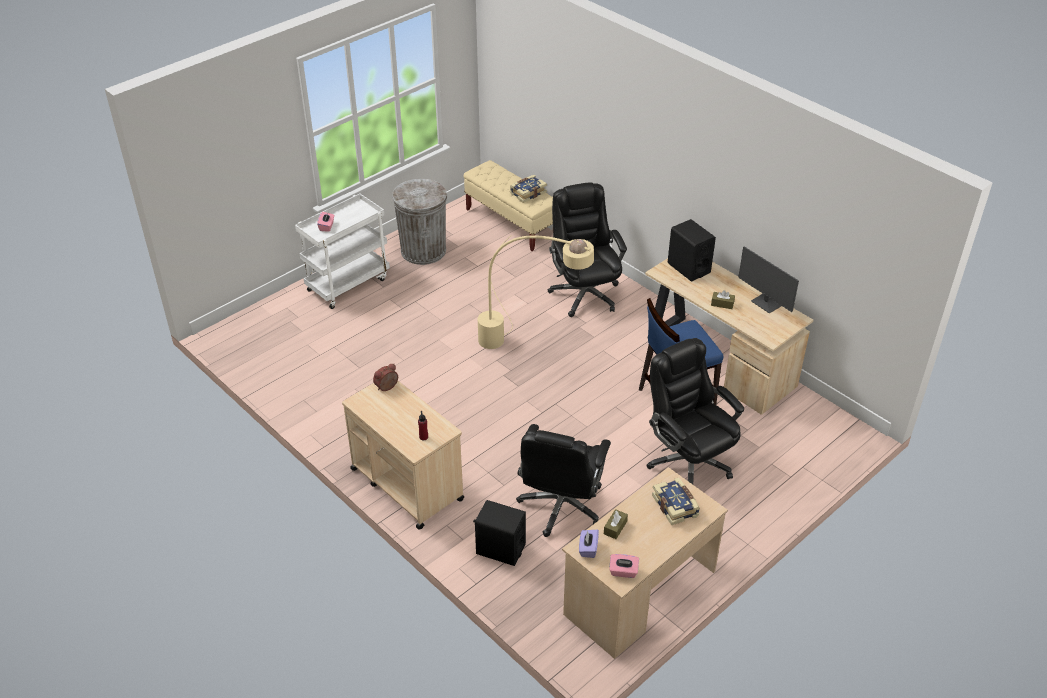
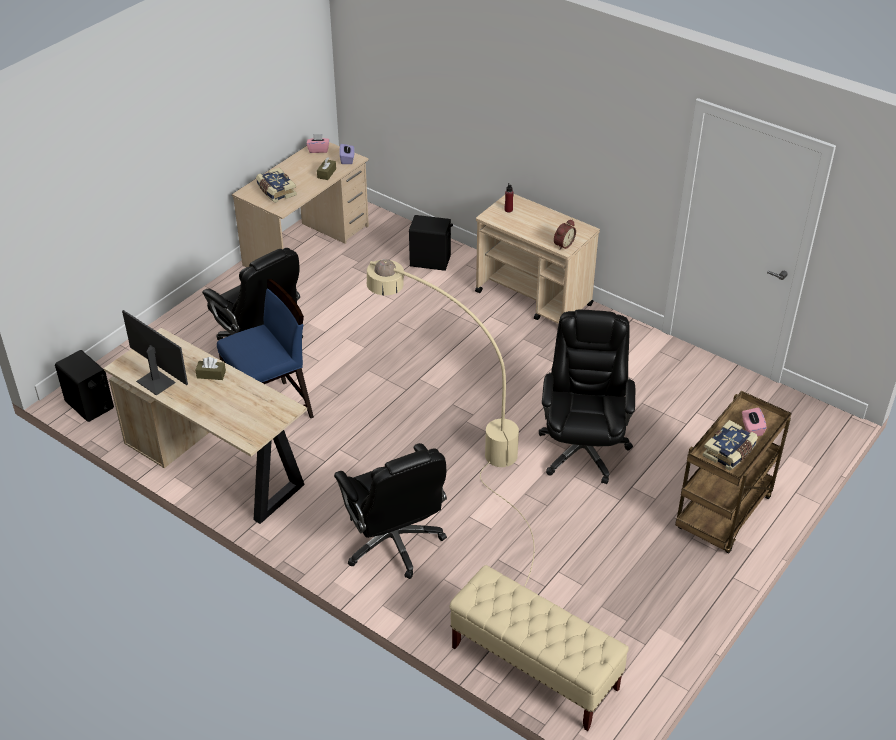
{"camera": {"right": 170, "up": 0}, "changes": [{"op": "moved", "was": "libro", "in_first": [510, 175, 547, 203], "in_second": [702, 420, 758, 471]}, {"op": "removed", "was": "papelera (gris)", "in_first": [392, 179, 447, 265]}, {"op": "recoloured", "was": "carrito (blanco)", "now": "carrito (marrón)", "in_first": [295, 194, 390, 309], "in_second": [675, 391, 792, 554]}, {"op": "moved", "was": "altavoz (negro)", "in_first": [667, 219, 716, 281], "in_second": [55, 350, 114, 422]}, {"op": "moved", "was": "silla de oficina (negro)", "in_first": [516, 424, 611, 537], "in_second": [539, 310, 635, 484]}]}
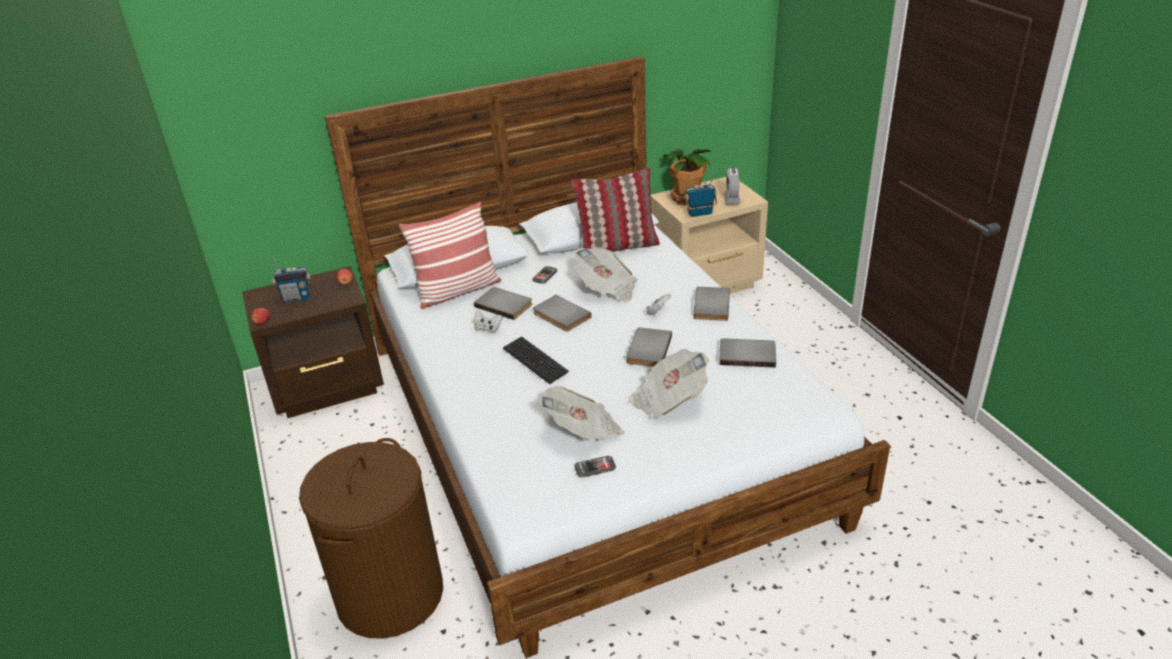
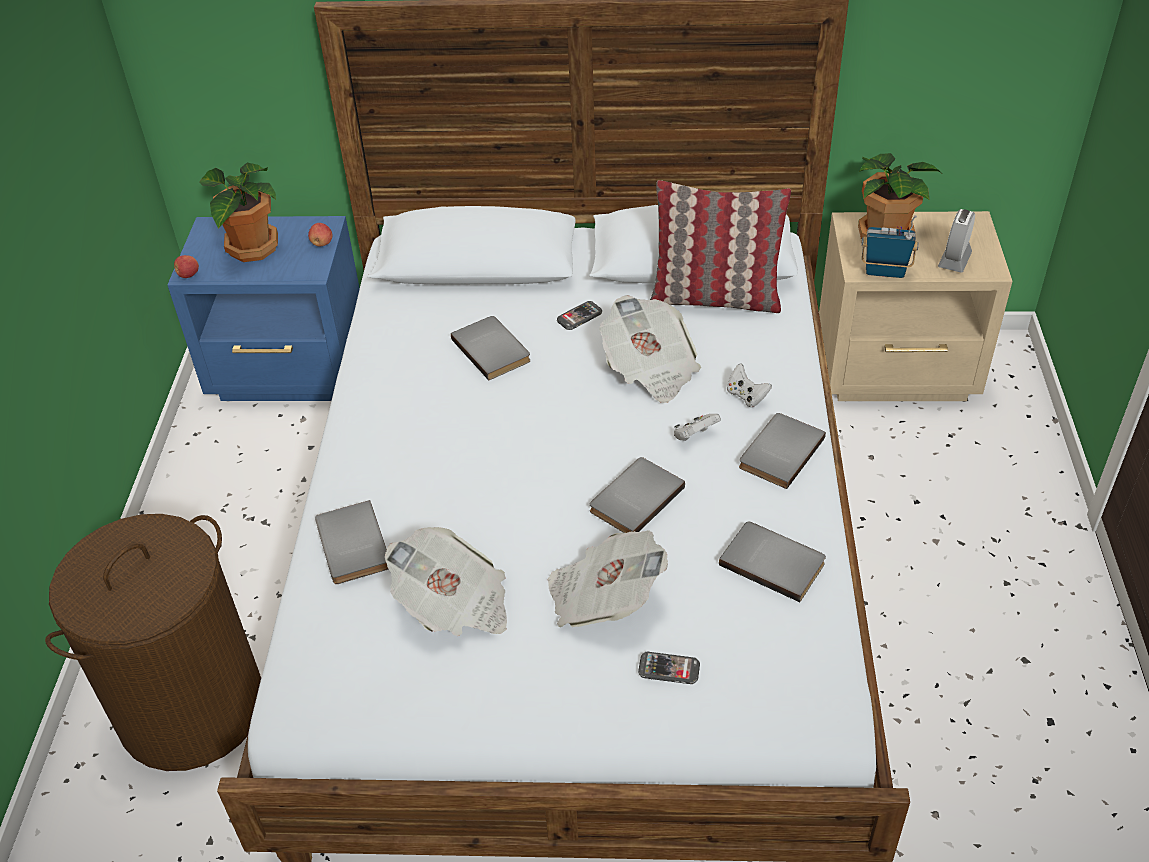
{"camera": {"right": 25, "up": 10}, "changes": [{"op": "removed", "was": "cojín", "in_first": [399, 202, 501, 309]}, {"op": "replaced", "was": "radio", "now": "planta en maceta", "in_first": [271, 256, 312, 303], "in_second": [199, 163, 278, 262]}, {"op": "recoloured", "was": "mesita de noche (marrón)", "now": "mesita de noche (azul)", "in_first": [242, 266, 384, 418], "in_second": [168, 216, 360, 401]}, {"op": "moved", "was": "libro (gris)", "in_first": [533, 295, 591, 331], "in_second": [315, 500, 389, 584]}, {"op": "moved", "was": "mando de consola (blanco)", "in_first": [474, 310, 503, 333], "in_second": [727, 363, 772, 407]}, {"op": "removed", "was": "teclado", "in_first": [503, 336, 569, 384]}, {"op": "moved", "was": "móvil", "in_first": [575, 456, 616, 478], "in_second": [638, 652, 700, 684]}]}
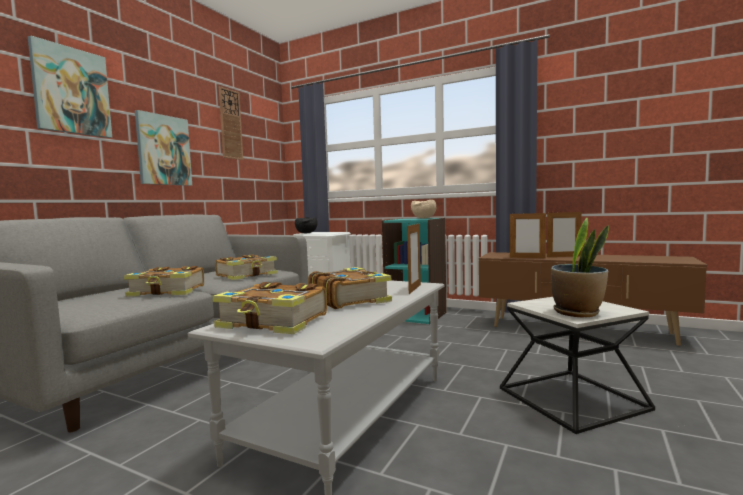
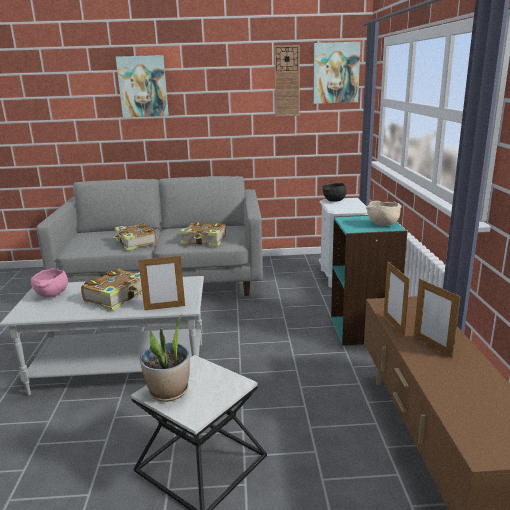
{"camera": {"right": 60, "up": 15}, "changes": [{"op": "moved", "was": "cuadro", "in_first": [135, 110, 192, 186], "in_second": [313, 42, 361, 104]}, {"op": "replaced", "was": "libro", "now": "cuenco (rosa)", "in_first": [212, 282, 327, 334], "in_second": [31, 268, 68, 298]}]}
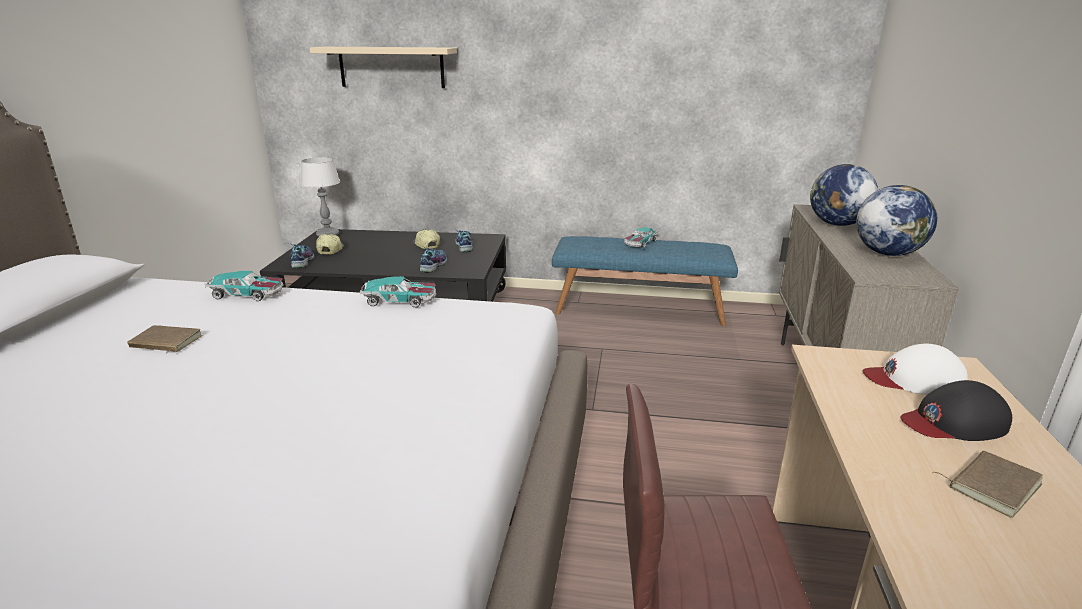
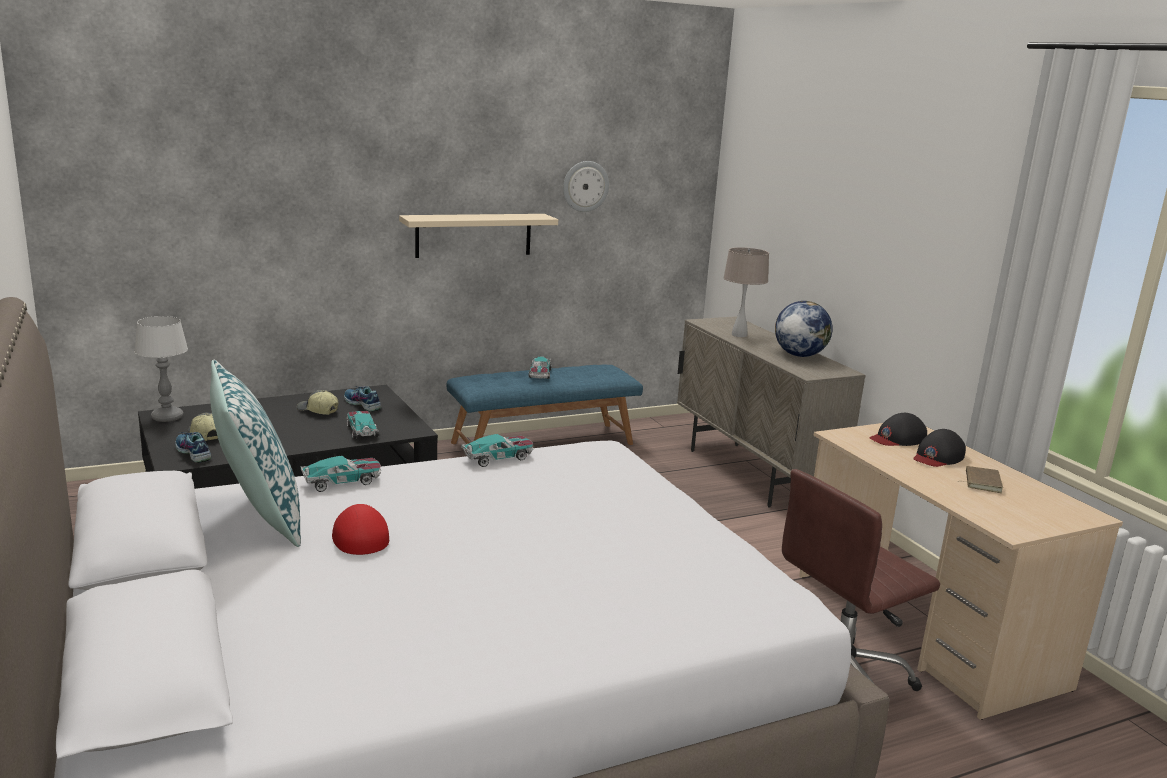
{"camera": {"right": -35, "up": -5}, "changes": [{"op": "moved", "was": "estante (beis)", "in_first": [310, 47, 457, 88], "in_second": [399, 214, 558, 258]}, {"op": "replaced", "was": "globo terráqueo", "now": "lámpara de mesa (beis)", "in_first": [810, 164, 878, 226], "in_second": [723, 247, 769, 337]}, {"op": "replaced", "was": "zapato", "now": "coche de juguete", "in_first": [420, 246, 447, 273], "in_second": [347, 411, 379, 439]}, {"op": "replaced", "was": "libro (marrón)", "now": "gorra (rojo)", "in_first": [127, 325, 202, 353], "in_second": [332, 504, 389, 555]}, {"op": "recoloured", "was": "gorra (blanco)", "now": "gorra (negro)", "in_first": [863, 344, 968, 395], "in_second": [869, 413, 927, 446]}, {"op": "added", "now": "reloj de pared", "in_second": [563, 161, 609, 212]}, {"op": "added", "now": "cojín", "in_second": [210, 360, 301, 547]}]}
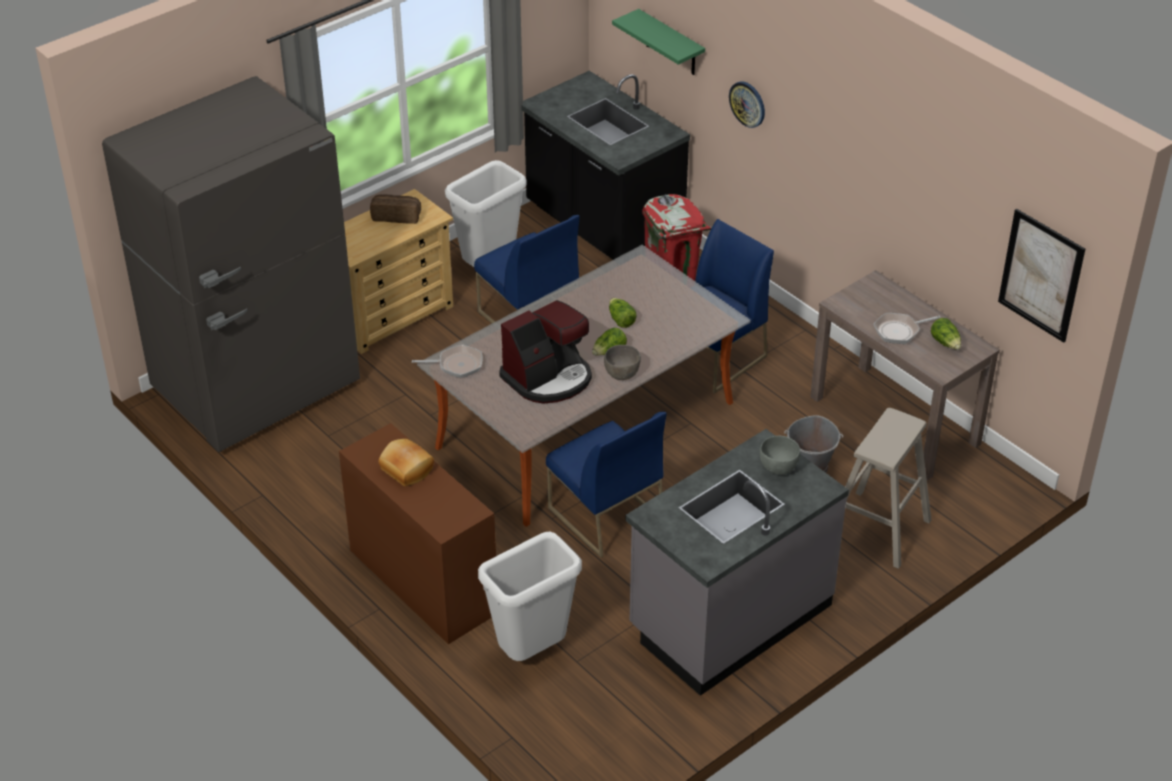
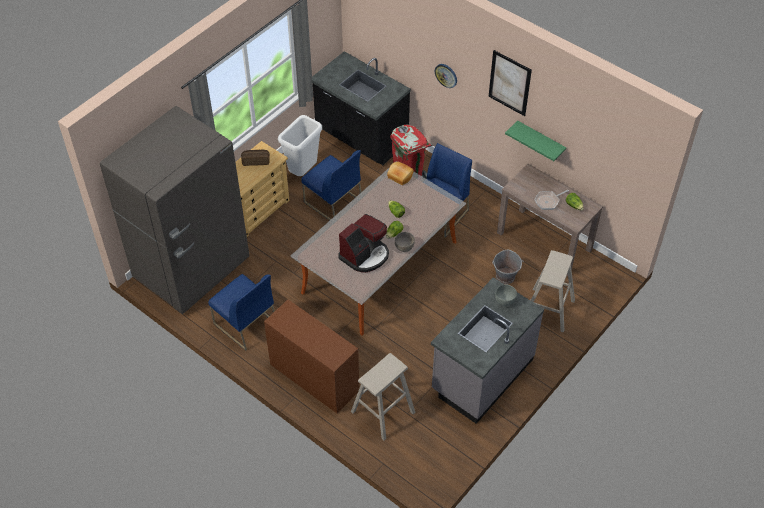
{"camera": {"right": -10, "up": 10}, "changes": [{"op": "moved", "was": "estante (verde)", "in_first": [612, 9, 705, 75], "in_second": [505, 121, 566, 161]}, {"op": "moved", "was": "cuadro", "in_first": [998, 209, 1085, 343], "in_second": [489, 50, 532, 116]}, {"op": "removed", "was": "sartén", "in_first": [412, 344, 482, 378]}, {"op": "moved", "was": "silla (azul)", "in_first": [546, 412, 667, 558], "in_second": [208, 274, 275, 351]}, {"op": "moved", "was": "pan", "in_first": [379, 439, 434, 486], "in_second": [387, 162, 414, 185]}, {"op": "replaced", "was": "papelera (blanco)", "now": "taburete (beis)", "in_first": [478, 532, 582, 661], "in_second": [351, 353, 415, 440]}]}
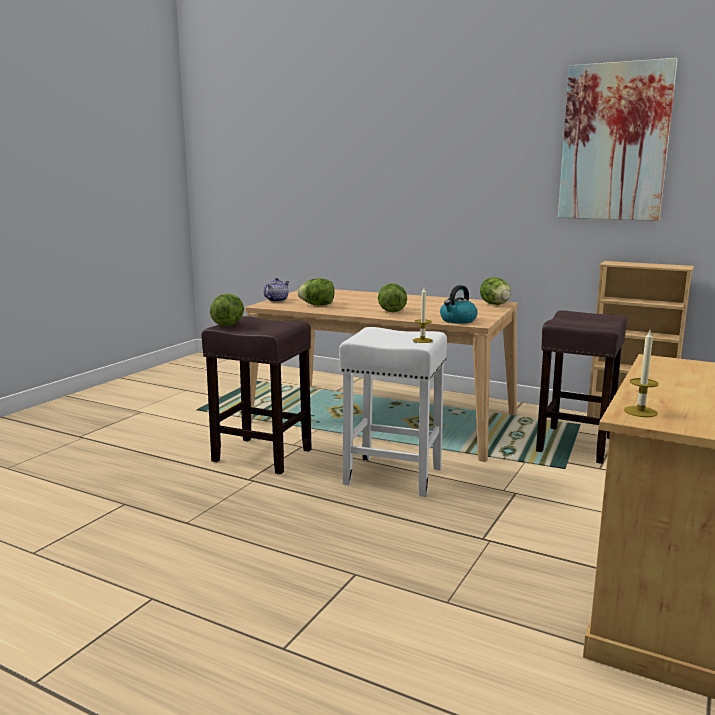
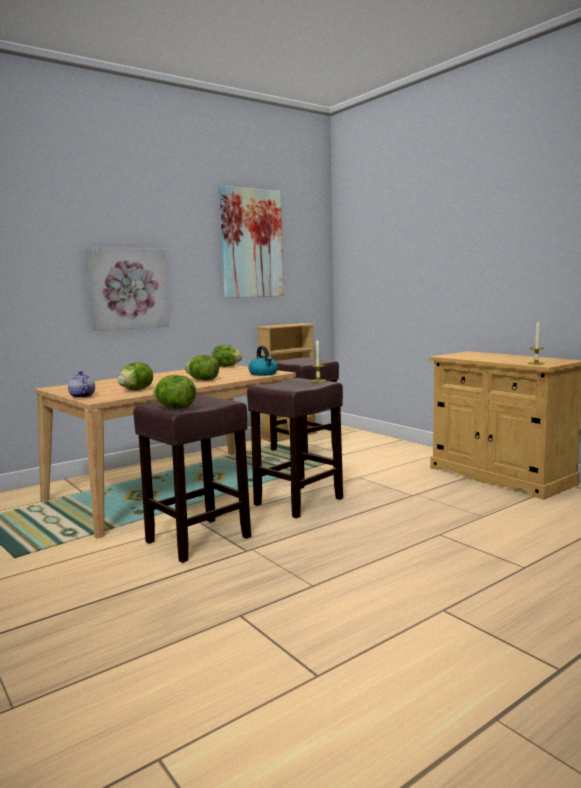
{"camera": {"right": -65, "up": -5}, "changes": [{"op": "recoloured", "was": "taburete (blanco)", "now": "taburete (marrón)", "in_first": [339, 327, 447, 497], "in_second": [247, 378, 343, 518]}, {"op": "added", "now": "cuadro", "in_second": [86, 247, 169, 331]}]}
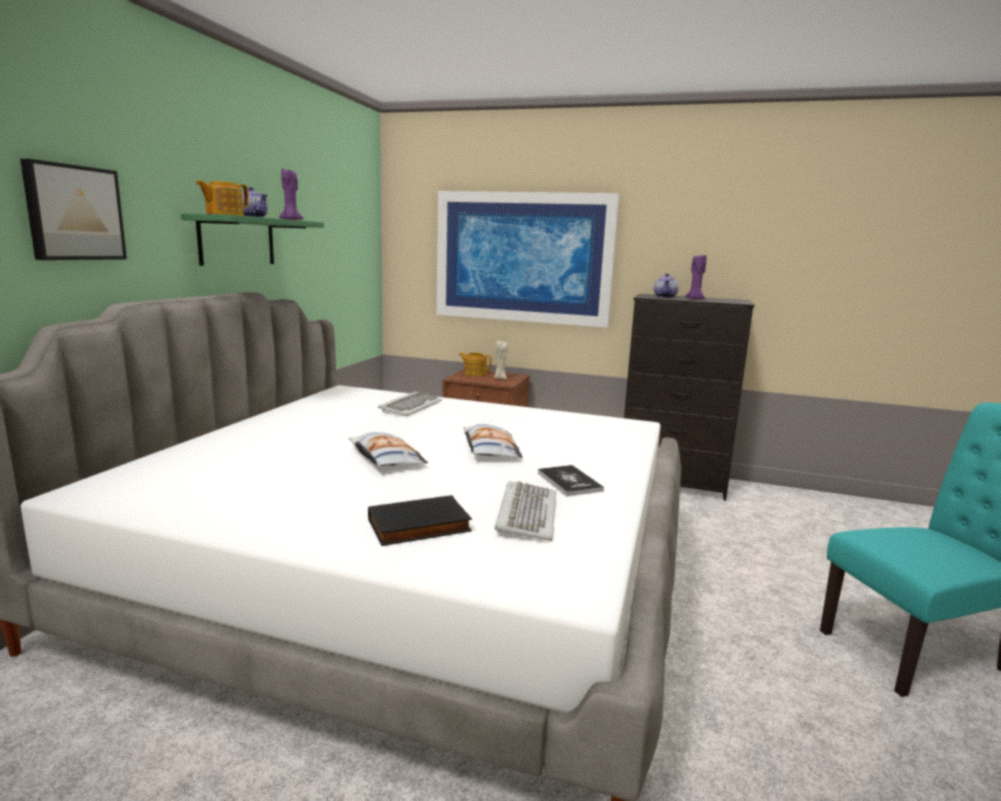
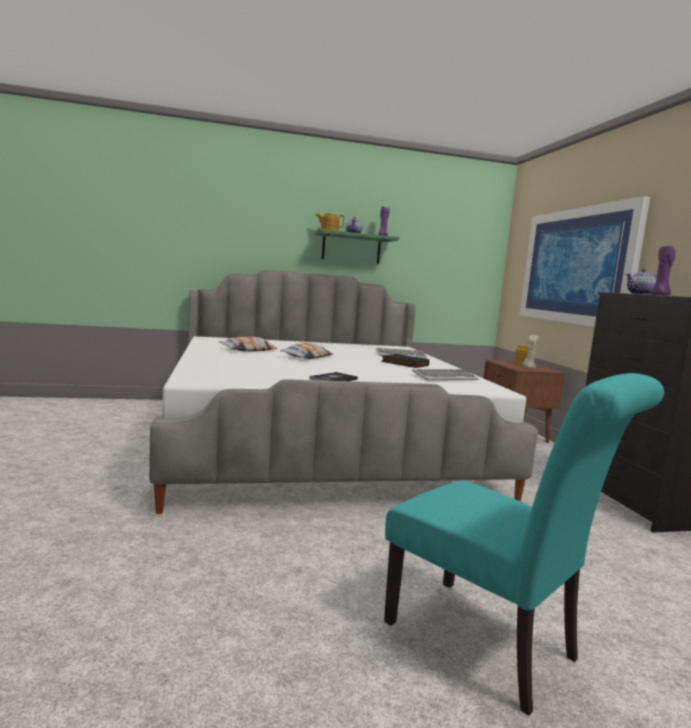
{"camera": {"right": 60, "up": -5}, "changes": [{"op": "removed", "was": "cuadro", "in_first": [20, 159, 127, 260]}, {"op": "moved", "was": "cojín", "in_first": [463, 424, 523, 458], "in_second": [219, 336, 277, 352]}, {"op": "moved", "was": "teclado", "in_first": [495, 481, 556, 541], "in_second": [412, 369, 478, 380]}, {"op": "moved", "was": "libro (negro)", "in_first": [368, 495, 472, 546], "in_second": [381, 354, 429, 368]}]}
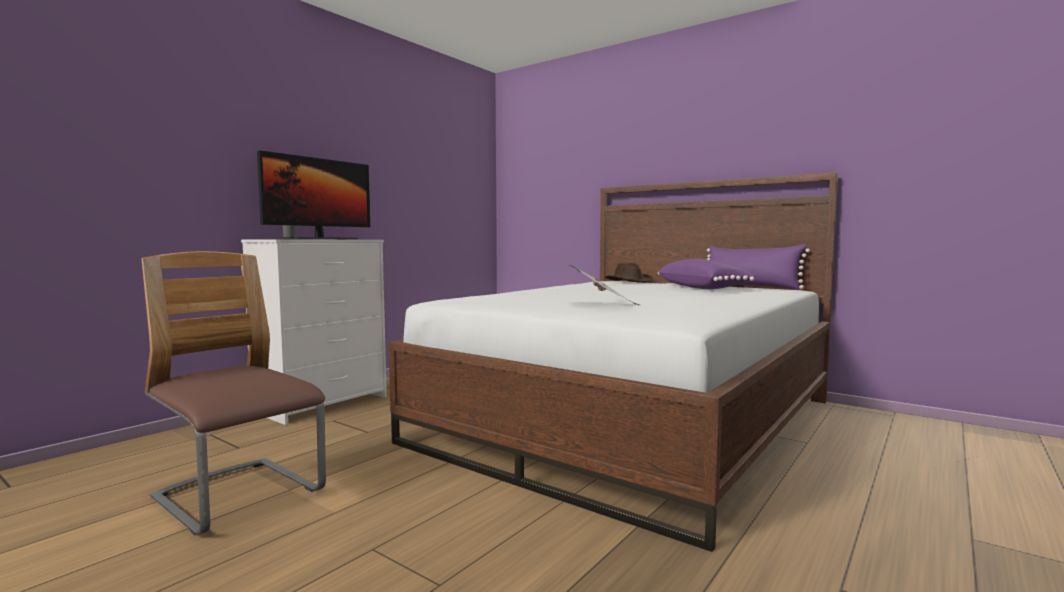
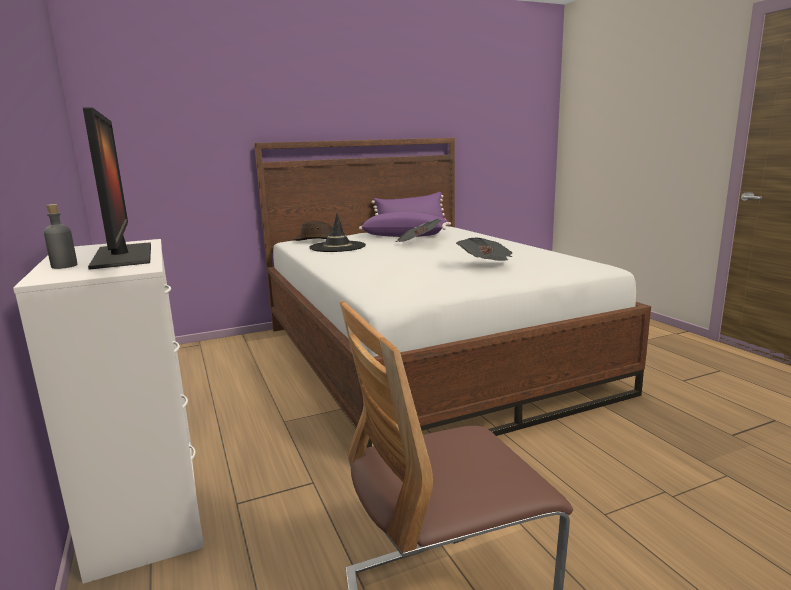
{"camera": {"right": -60, "up": 10}, "changes": [{"op": "added", "now": "sombrero (negro)", "in_second": [309, 213, 366, 252]}, {"op": "added", "now": "periódico", "in_second": [395, 219, 441, 242]}]}
